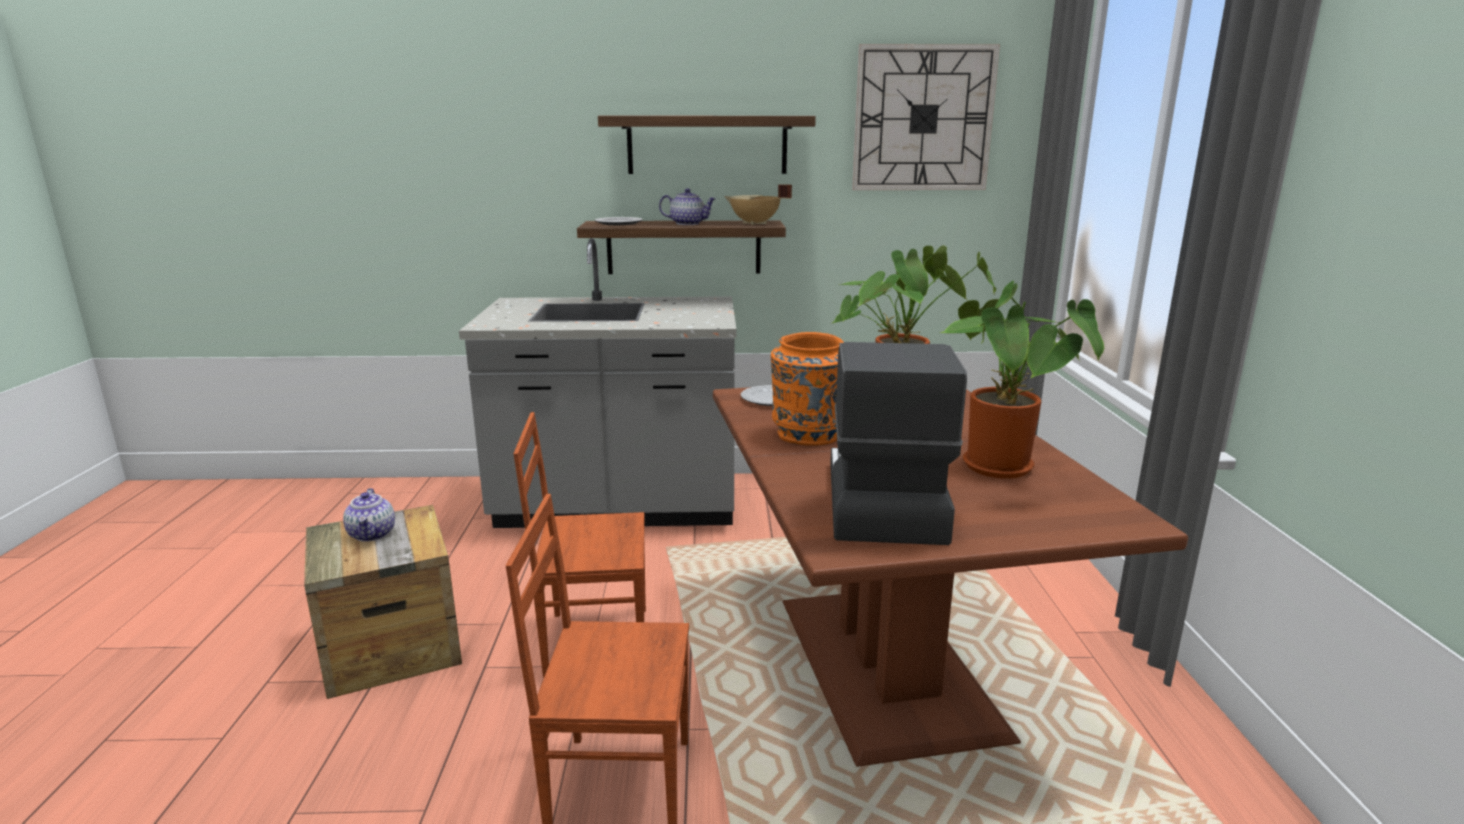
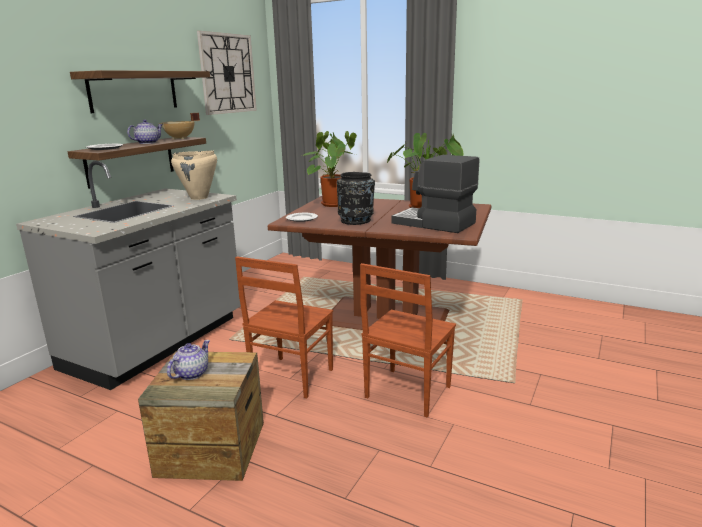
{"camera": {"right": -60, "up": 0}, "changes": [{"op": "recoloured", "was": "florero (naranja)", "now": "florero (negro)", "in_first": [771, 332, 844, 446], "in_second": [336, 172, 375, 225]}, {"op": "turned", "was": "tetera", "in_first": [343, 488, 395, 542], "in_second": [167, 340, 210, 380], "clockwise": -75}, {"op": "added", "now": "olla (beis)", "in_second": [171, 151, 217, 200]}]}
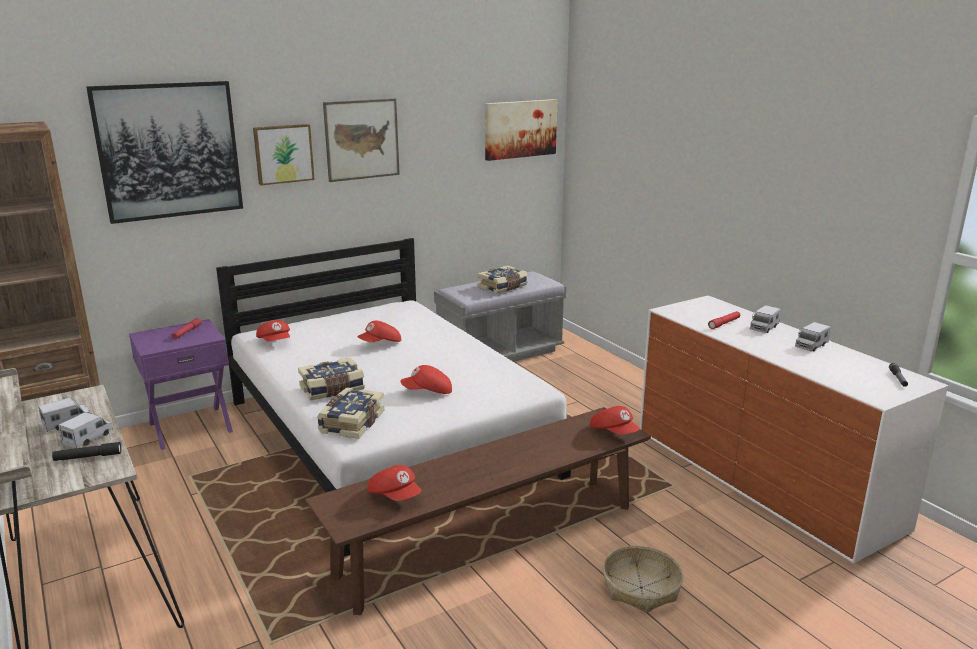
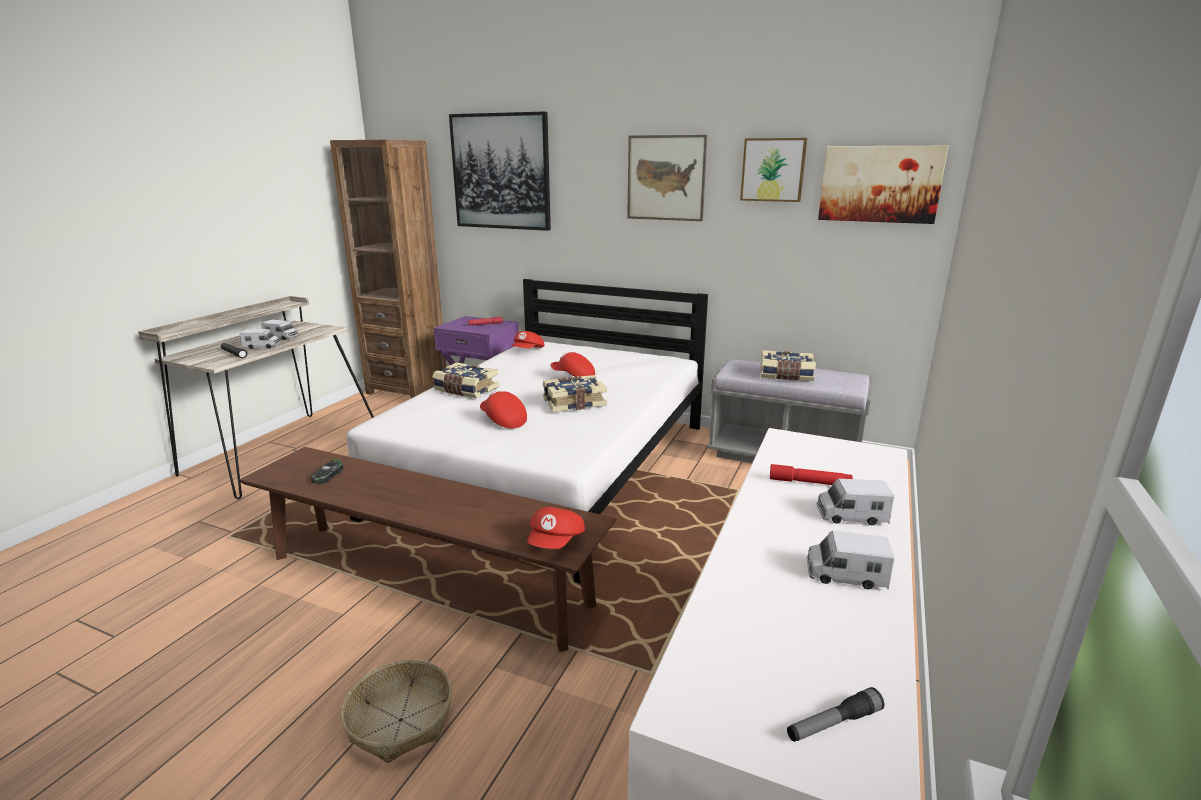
{"camera": {"right": 55, "up": 0}, "changes": [{"op": "moved", "was": "cuadro", "in_first": [253, 124, 315, 185], "in_second": [740, 138, 807, 202]}, {"op": "moved", "was": "libro", "in_first": [317, 387, 384, 439], "in_second": [543, 375, 607, 412]}, {"op": "replaced", "was": "gorra (rojo)", "now": "coche de juguete", "in_first": [367, 465, 421, 501], "in_second": [311, 459, 343, 484]}]}
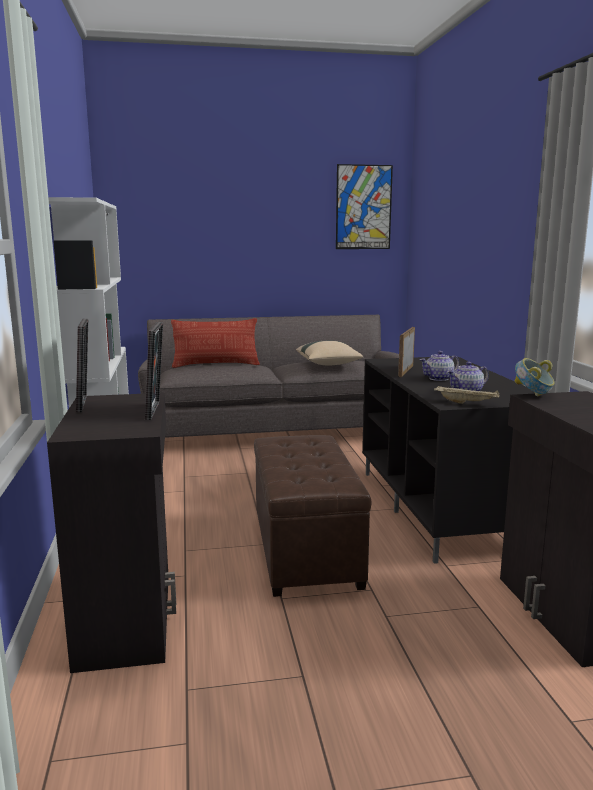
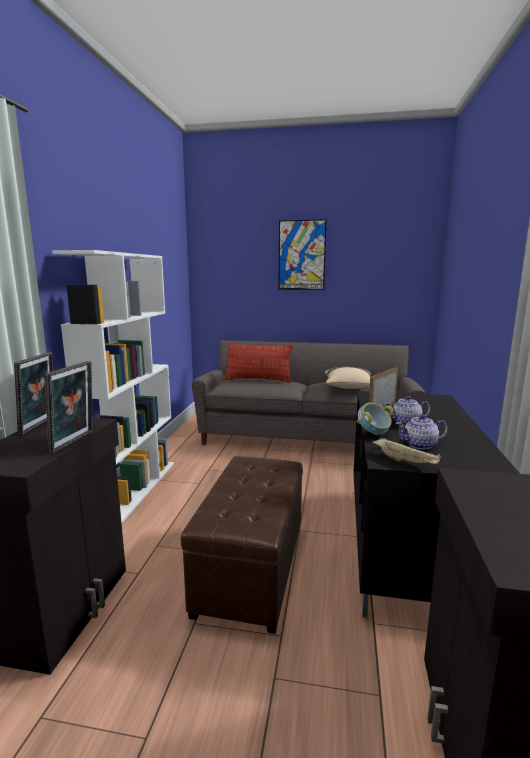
{"camera": {"right": 20, "up": 0}, "changes": [{"op": "moved", "was": "cuadro", "in_first": [336, 164, 393, 249], "in_second": [278, 219, 327, 290]}, {"op": "moved", "was": "cuenco", "in_first": [515, 358, 554, 396], "in_second": [357, 403, 393, 435]}]}
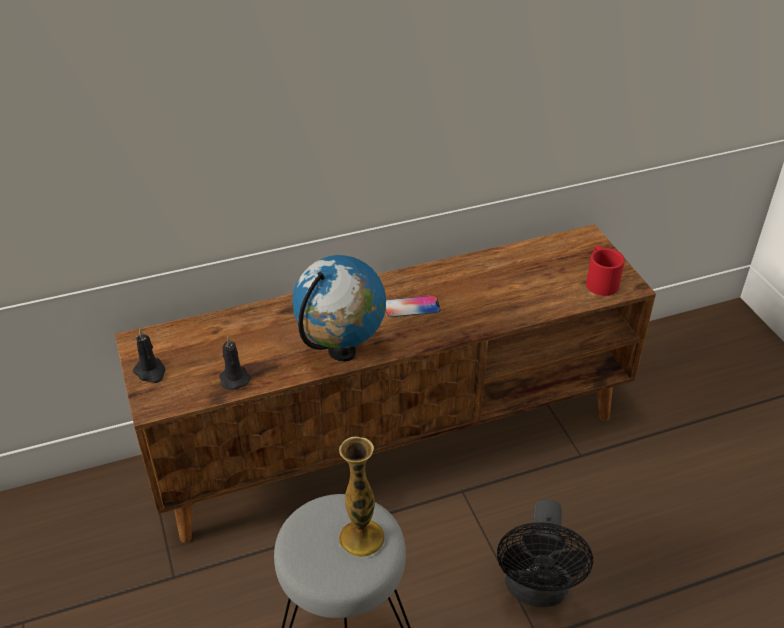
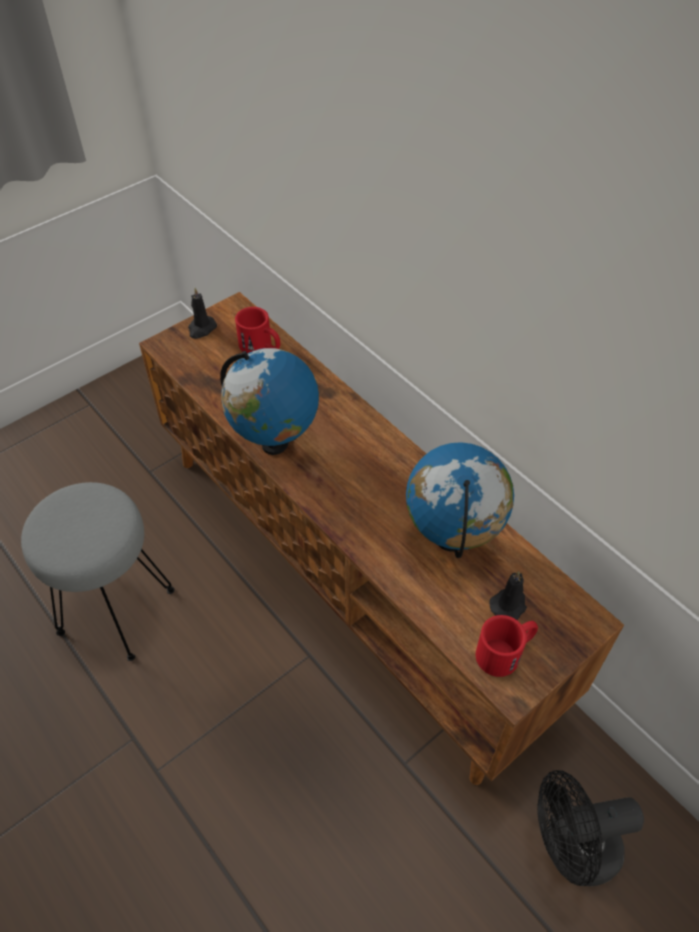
{"camera": {"right": 70, "up": 10}, "changes": [{"op": "removed", "was": "móvil", "in_first": [385, 295, 441, 318]}, {"op": "moved", "was": "vela (negro)", "in_first": [219, 336, 251, 390], "in_second": [489, 571, 527, 620]}, {"op": "removed", "was": "florero", "in_first": [339, 437, 385, 557]}, {"op": "moved", "was": "ventilador (negro)", "in_first": [497, 499, 593, 607], "in_second": [537, 770, 644, 886]}, {"op": "added", "now": "taza grande (rojo)", "in_second": [235, 307, 280, 353]}, {"op": "added", "now": "globo terráqueo", "in_second": [406, 442, 514, 558]}]}
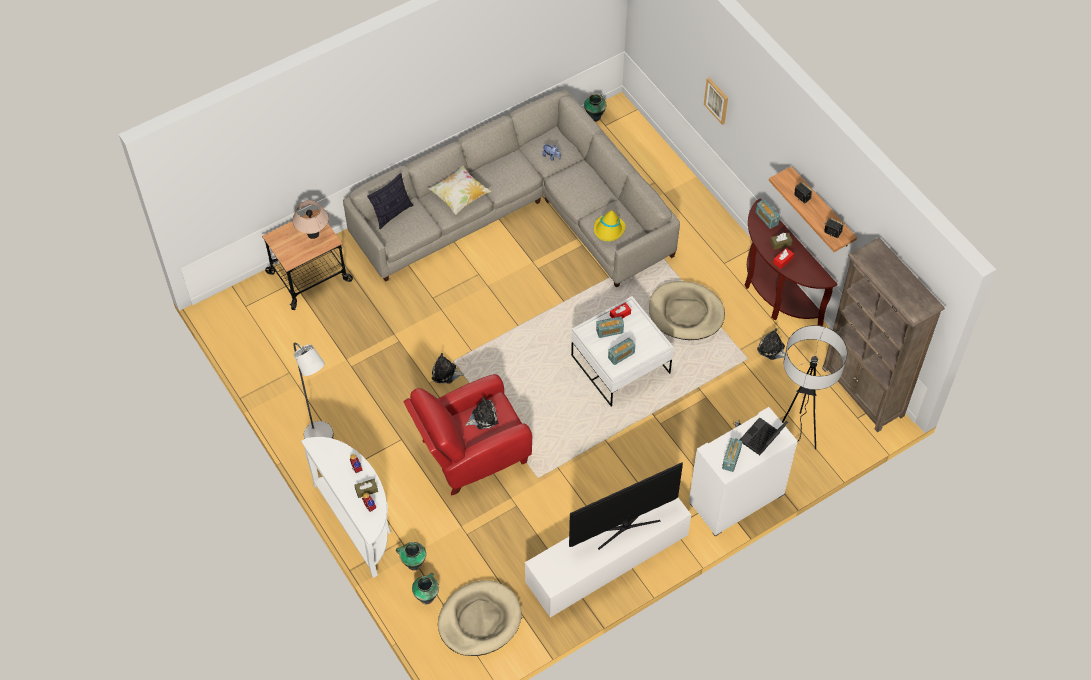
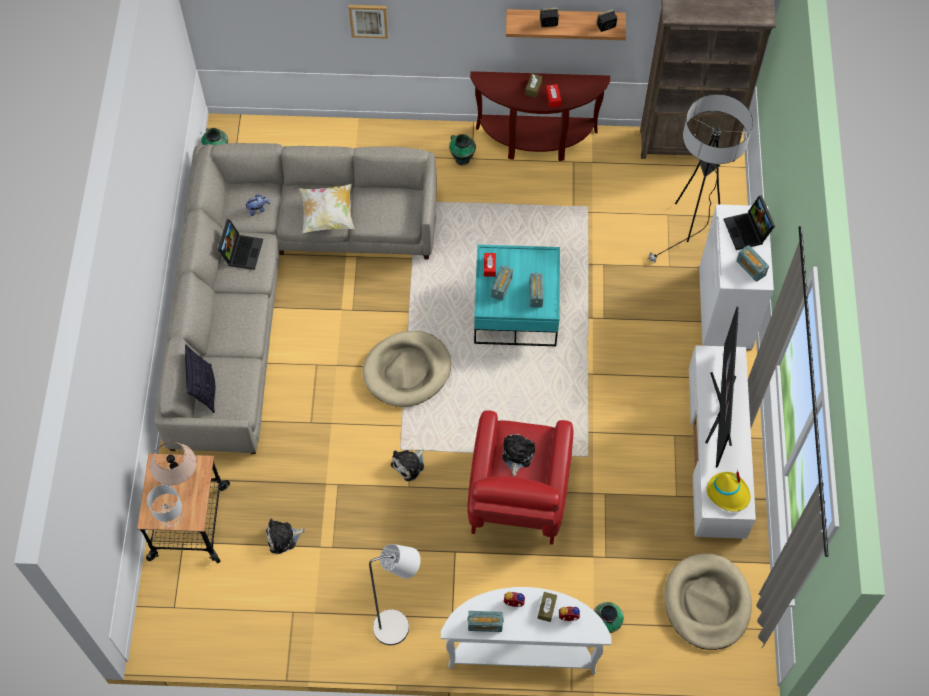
{"camera": {"right": -55, "up": 5}, "changes": [{"op": "moved", "was": "cojín", "in_first": [428, 166, 491, 215], "in_second": [299, 184, 355, 234]}, {"op": "moved", "was": "radio", "in_first": [755, 199, 780, 229], "in_second": [467, 611, 504, 632]}, {"op": "moved", "was": "sombrero (amarillo)", "in_first": [594, 211, 626, 241], "in_second": [706, 469, 751, 512]}, {"op": "moved", "was": "cama para perro (beis)", "in_first": [649, 281, 725, 340], "in_second": [362, 331, 451, 407]}, {"op": "recoloured", "was": "mesa de centro (blanco)", "now": "mesa de centro (turquesa)", "in_first": [571, 296, 674, 407], "in_second": [474, 244, 560, 346]}, {"op": "moved", "was": "peluche", "in_first": [757, 329, 789, 360], "in_second": [266, 518, 305, 554]}, {"op": "moved", "was": "florero", "in_first": [412, 573, 439, 604], "in_second": [449, 134, 476, 166]}, {"op": "added", "now": "portátil", "in_second": [218, 219, 263, 270]}, {"op": "added", "now": "lámpara de mesa (gris)", "in_second": [147, 485, 183, 527]}]}
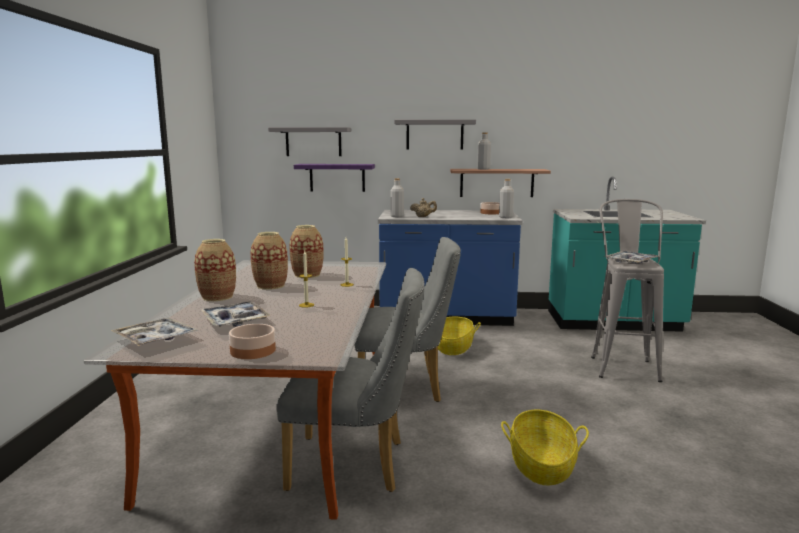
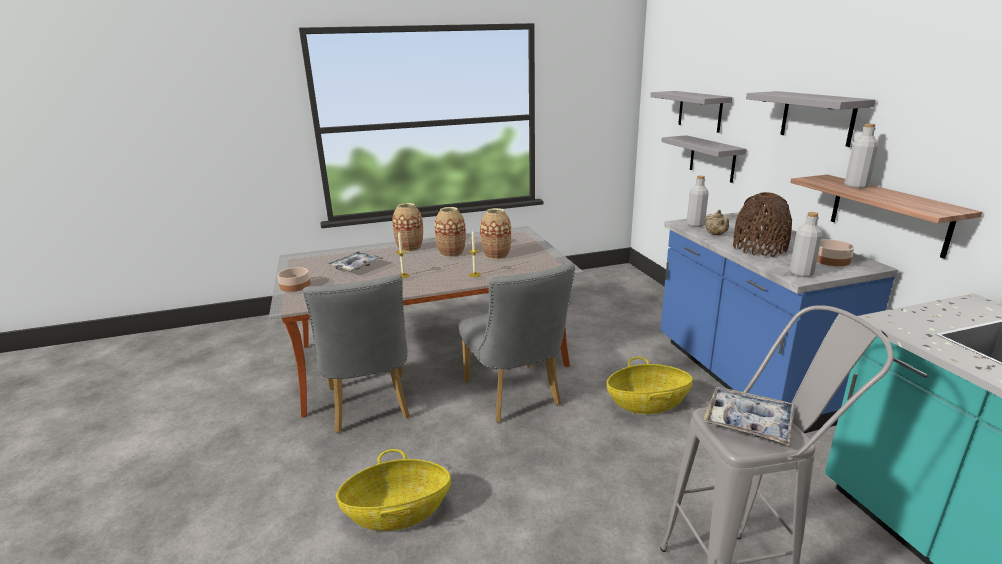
{"camera": {"right": 70, "up": 10}, "changes": [{"op": "recoloured", "was": "estante (morado)", "now": "estante (gris)", "in_first": [294, 164, 375, 192], "in_second": [661, 135, 747, 183]}, {"op": "removed", "was": "bandeja", "in_first": [111, 318, 198, 346]}, {"op": "added", "now": "florero (marrón)", "in_second": [733, 192, 792, 257]}]}
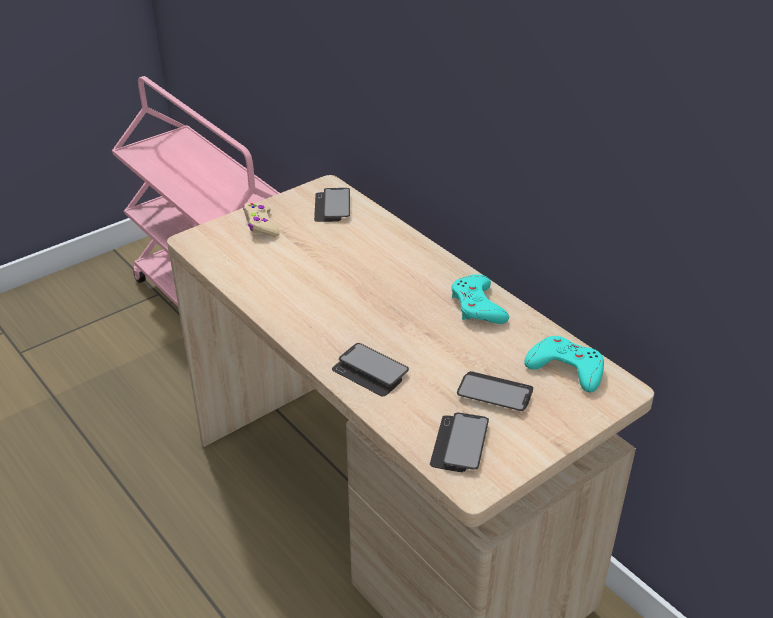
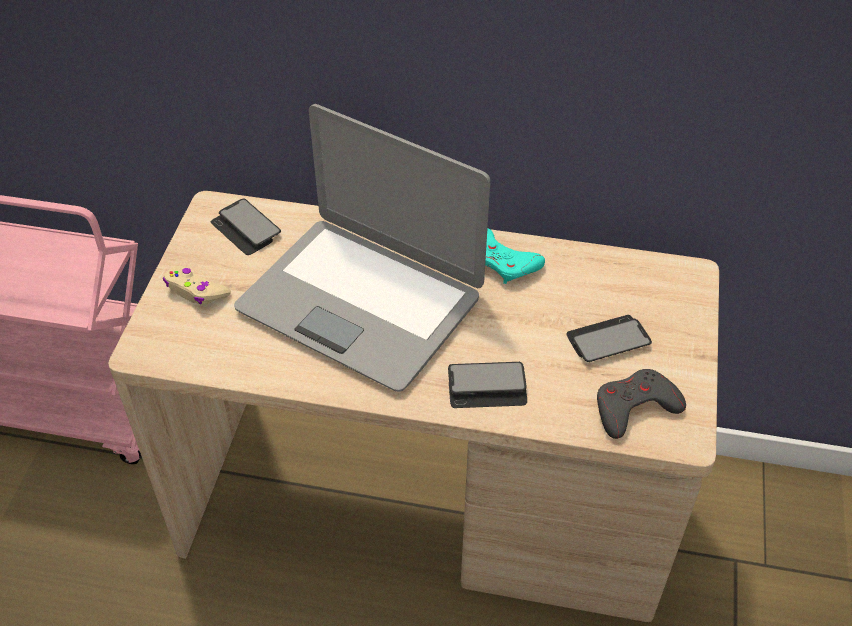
{"camera": {"right": -40, "up": 10}, "changes": [{"op": "removed", "was": "mando de consola (turquesa)", "in_first": [524, 336, 604, 392]}, {"op": "replaced", "was": "móvil", "now": "mando de consola (gris)", "in_first": [430, 413, 489, 472], "in_second": [597, 369, 686, 439]}, {"op": "added", "now": "portátil", "in_second": [234, 104, 490, 392]}]}
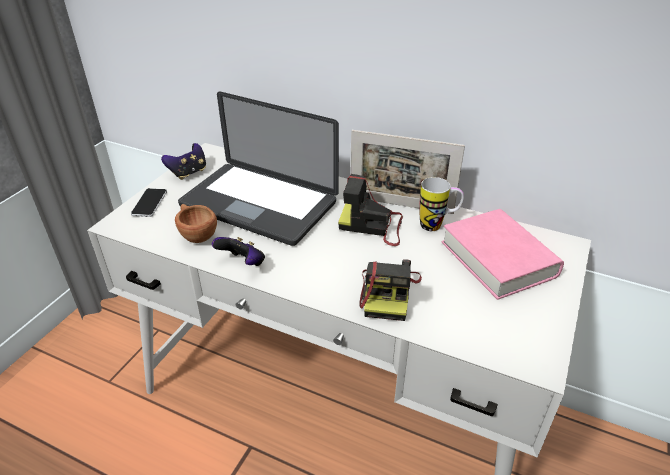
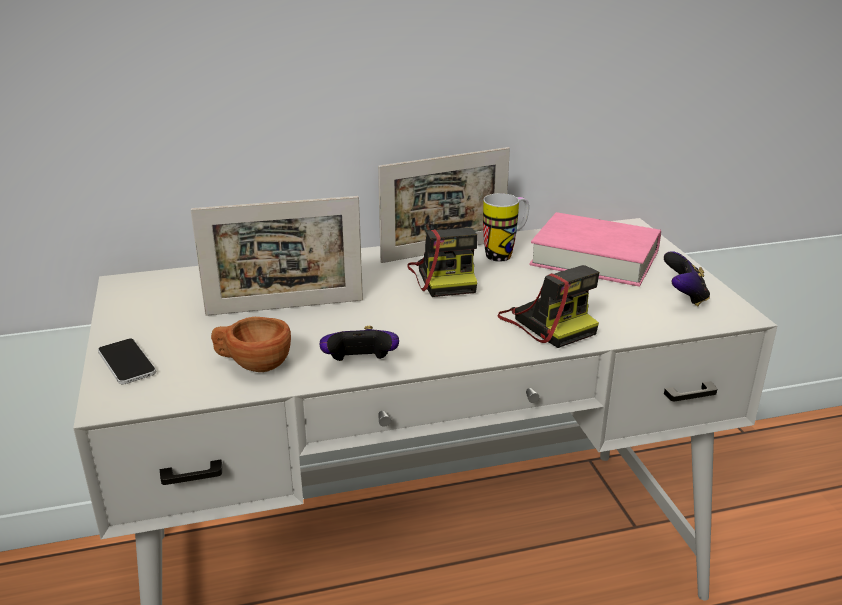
{"camera": {"right": -40, "up": -10}, "changes": [{"op": "replaced", "was": "portátil", "now": "portarretratos", "in_first": [178, 92, 339, 246], "in_second": [190, 196, 363, 316]}, {"op": "moved", "was": "mando de consola", "in_first": [161, 143, 206, 180], "in_second": [664, 251, 710, 306]}, {"op": "turned", "was": "cámara", "in_first": [338, 174, 403, 246], "in_second": [407, 228, 477, 297], "clockwise": -75}]}
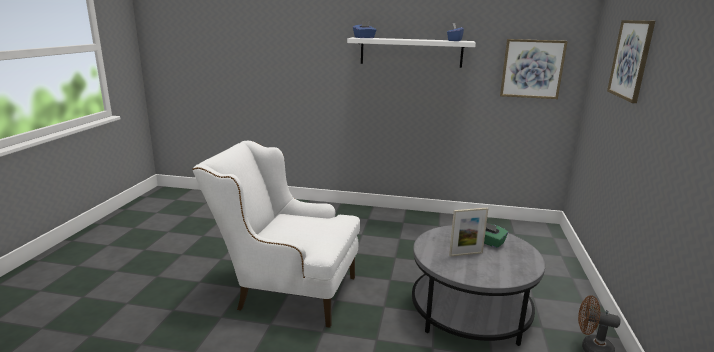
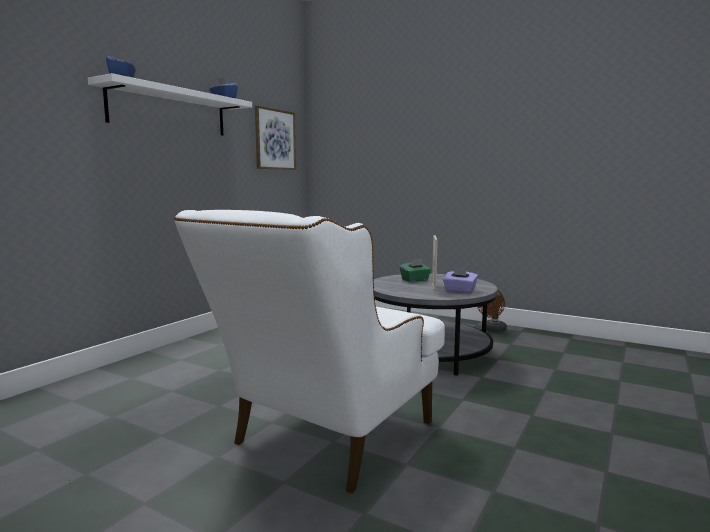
{"camera": {"right": -70, "up": -10}, "changes": [{"op": "removed", "was": "cuadro", "in_first": [607, 20, 655, 103]}, {"op": "added", "now": "caja de pañuelos (morado)", "in_second": [443, 267, 478, 293]}]}
